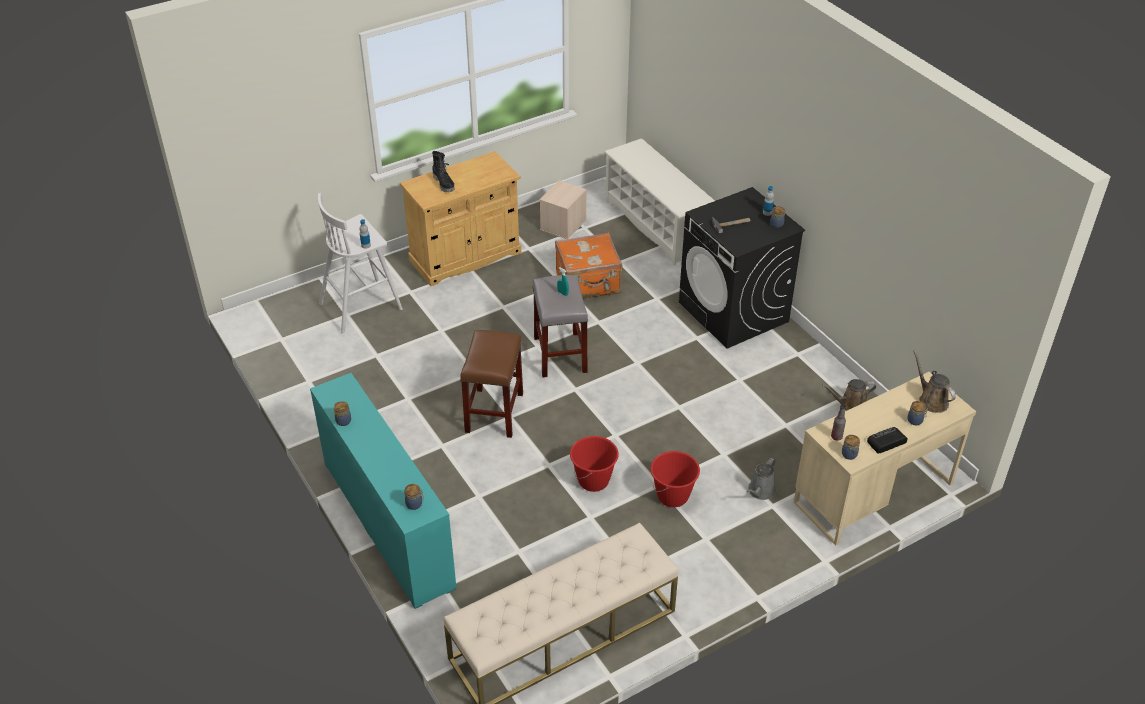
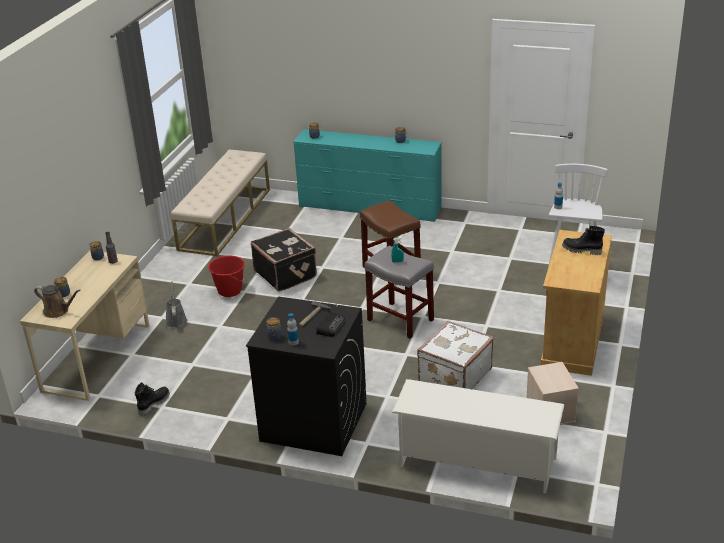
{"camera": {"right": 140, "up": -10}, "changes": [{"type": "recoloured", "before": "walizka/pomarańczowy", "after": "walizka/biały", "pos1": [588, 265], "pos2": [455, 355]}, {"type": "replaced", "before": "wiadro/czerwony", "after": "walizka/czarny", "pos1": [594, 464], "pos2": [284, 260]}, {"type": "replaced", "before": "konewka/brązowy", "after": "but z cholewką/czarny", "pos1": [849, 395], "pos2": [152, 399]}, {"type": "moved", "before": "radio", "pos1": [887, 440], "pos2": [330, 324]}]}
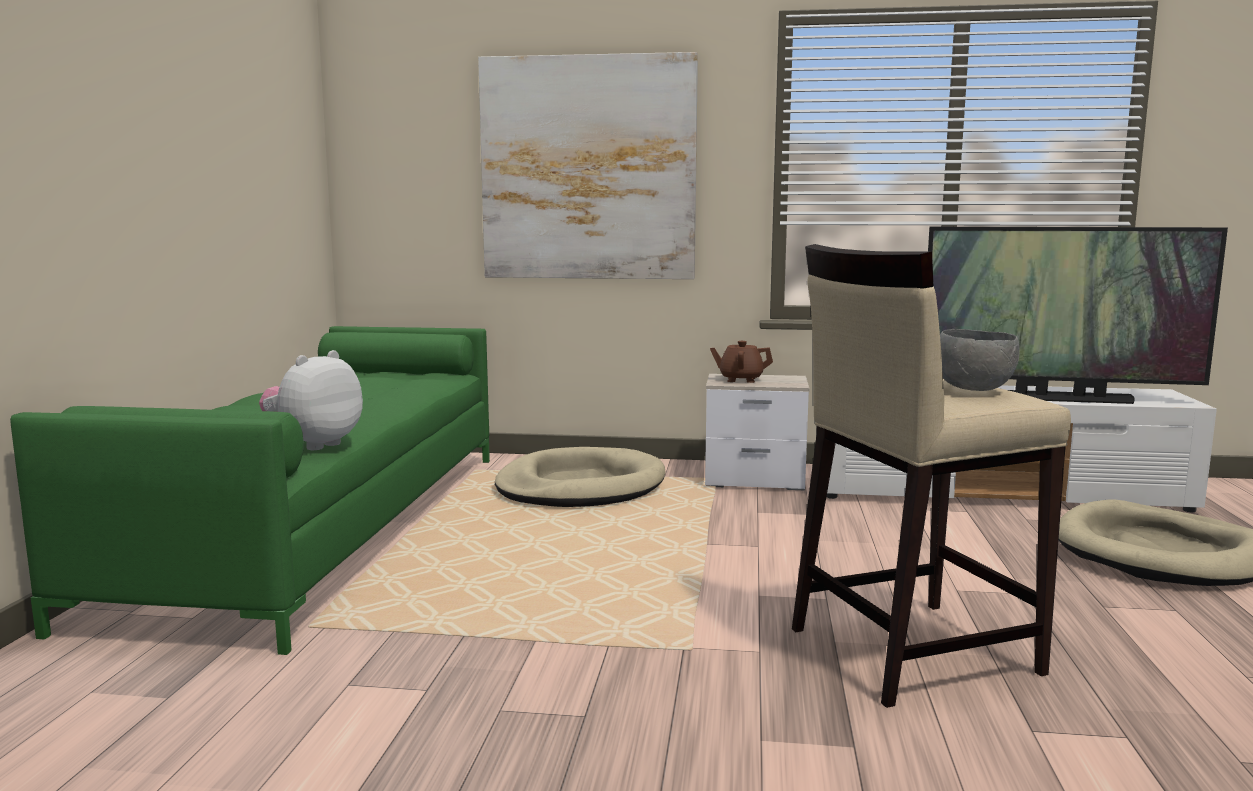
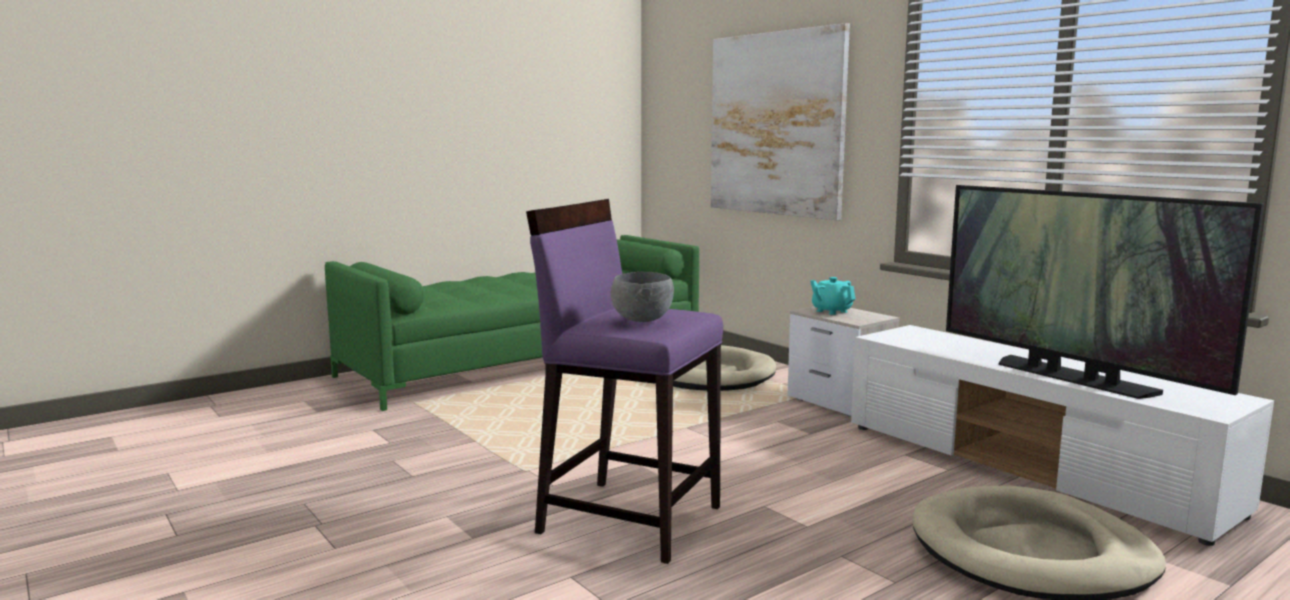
{"camera": {"right": 45, "up": 0}, "changes": [{"type": "removed", "before": "pluszak", "pos1": [311, 400]}, {"type": "recoloured", "before": "imbryk/brązowy", "after": "imbryk/turkusowy", "pos1": [741, 362], "pos2": [832, 296]}, {"type": "recoloured", "before": "stołek/beżowy", "after": "stołek/fioletowy", "pos1": [931, 476], "pos2": [624, 381]}]}
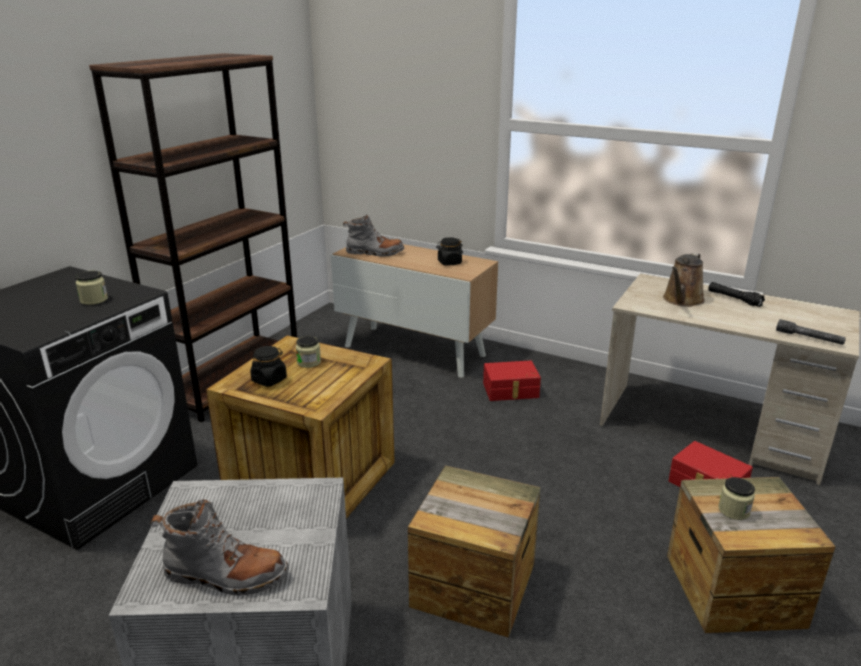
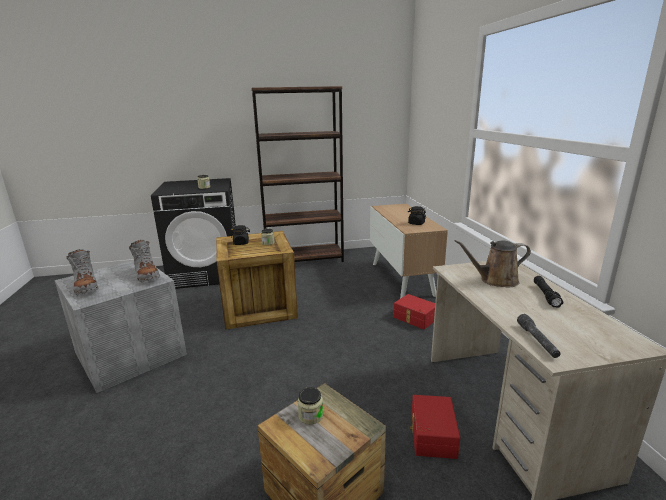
{"camera": {"right": 50, "up": -5}, "changes": [{"type": "moved", "before": "but z cholewką/szary", "pos1": [373, 235], "pos2": [144, 261]}, {"type": "removed", "before": "skrzynka", "pos1": [474, 551]}]}
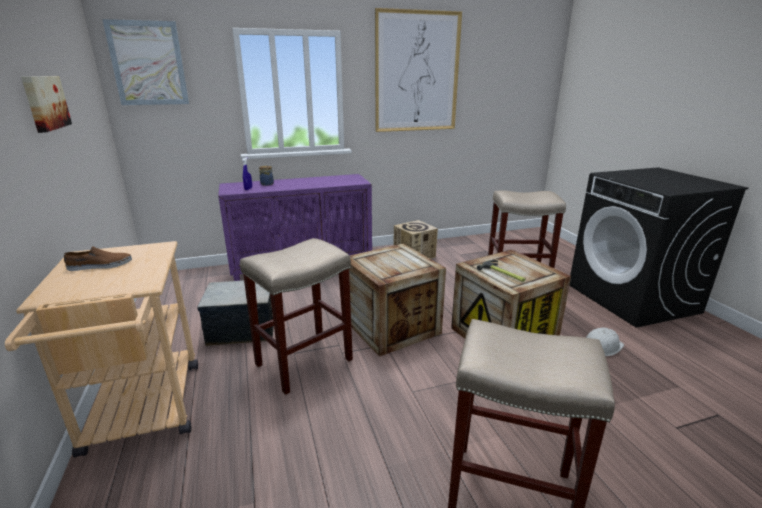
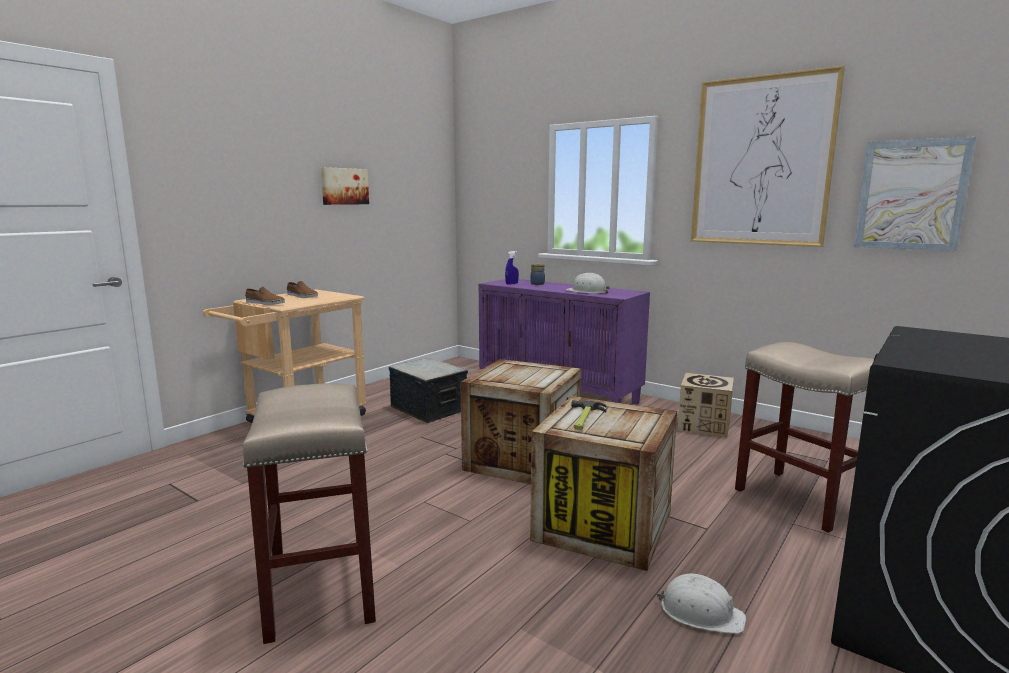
{"camera": {"right": 55, "up": -10}, "changes": [{"type": "moved", "before": "obraz", "pos1": [145, 62], "pos2": [915, 194]}, {"type": "removed", "before": "stołek/beżowy", "pos1": [296, 316]}, {"type": "added", "after": "but/brązowy", "pos2": [265, 296]}, {"type": "added", "after": "kask/biały", "pos2": [588, 283]}]}
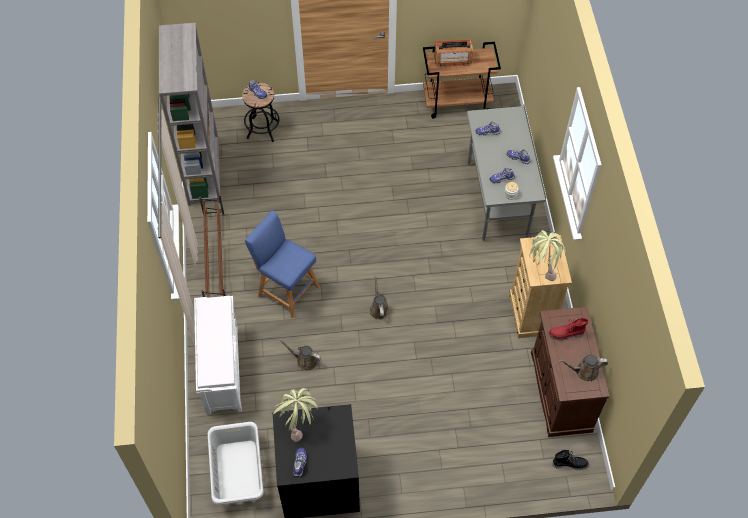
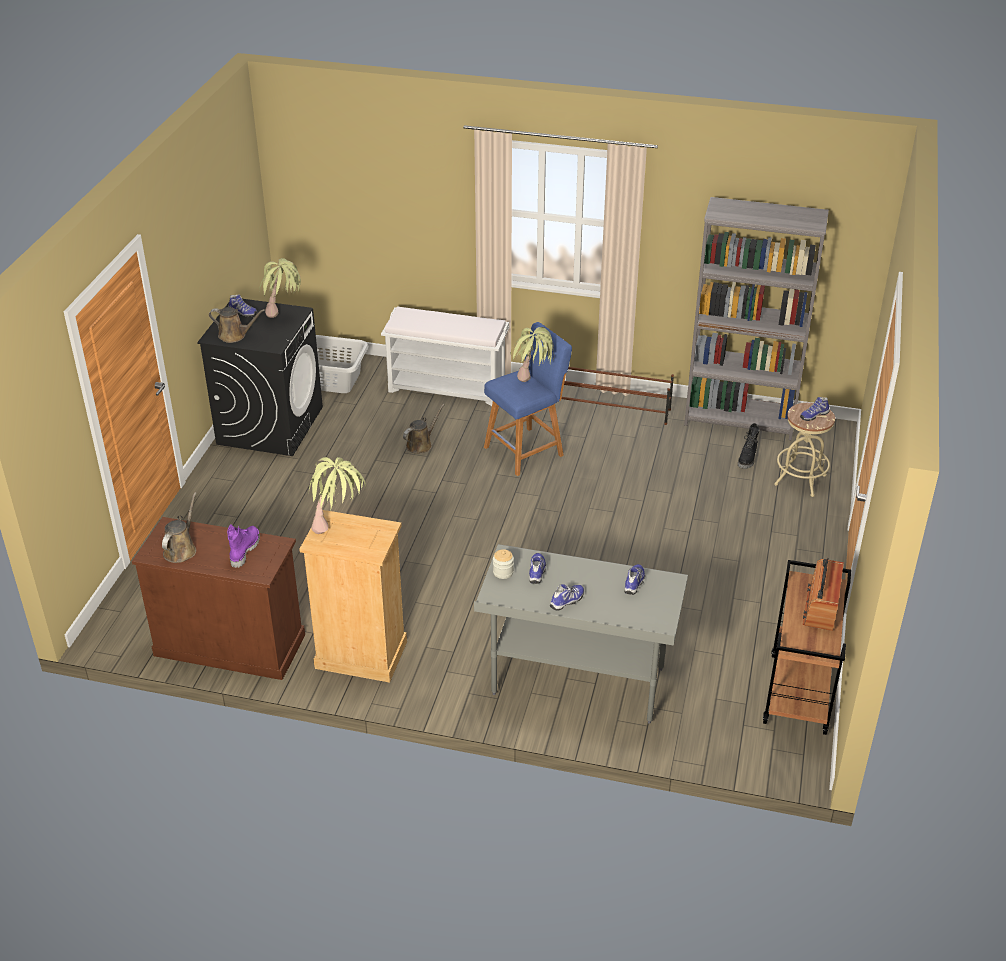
{"camera": {"right": 110, "up": -20}, "changes": [{"type": "recoloured", "before": "stołek/czarny", "after": "stołek/beżowy", "pos1": [260, 112], "pos2": [804, 450]}, {"type": "moved", "before": "konewka/brązowy", "pos1": [379, 296], "pos2": [237, 325]}, {"type": "recoloured", "before": "but z cholewką/czerwony", "after": "but z cholewką/fioletowy", "pos1": [568, 329], "pos2": [243, 546]}, {"type": "moved", "before": "but z cholewką/czarny", "pos1": [570, 460], "pos2": [749, 446]}, {"type": "added", "after": "roślina doniczkowa", "pos2": [533, 354]}]}
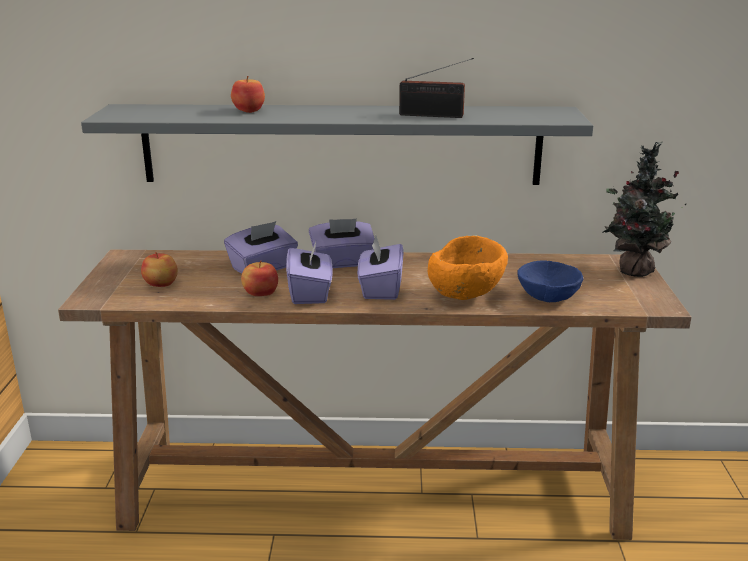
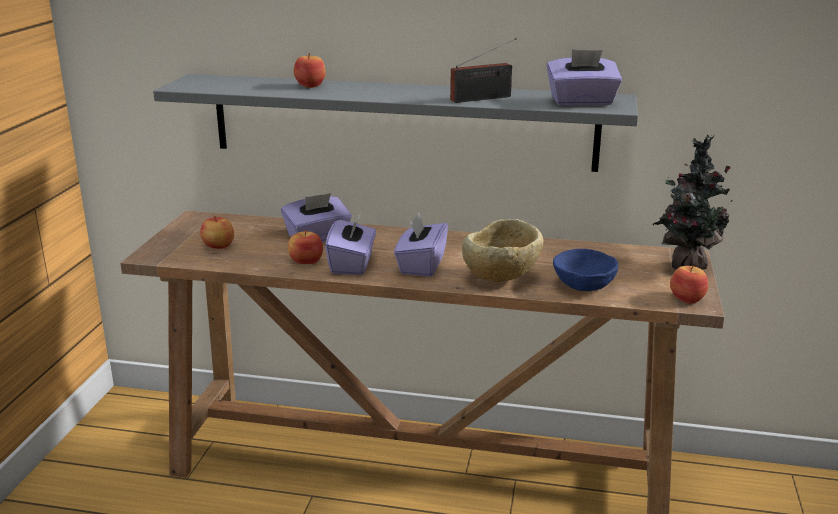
{"camera": {"right": 10, "up": 0}, "changes": [{"type": "moved", "before": "pudełko chusteczek/fioletowy", "pos1": [342, 243], "pos2": [584, 77]}, {"type": "turned", "before": "radio", "pos1": [436, 88], "pos2": [483, 70], "turn": -45}, {"type": "recoloured", "before": "miska/pomarańczowy", "after": "miska/beżowy", "pos1": [468, 267], "pos2": [503, 250]}, {"type": "added", "after": "jabłko", "pos2": [689, 285]}]}
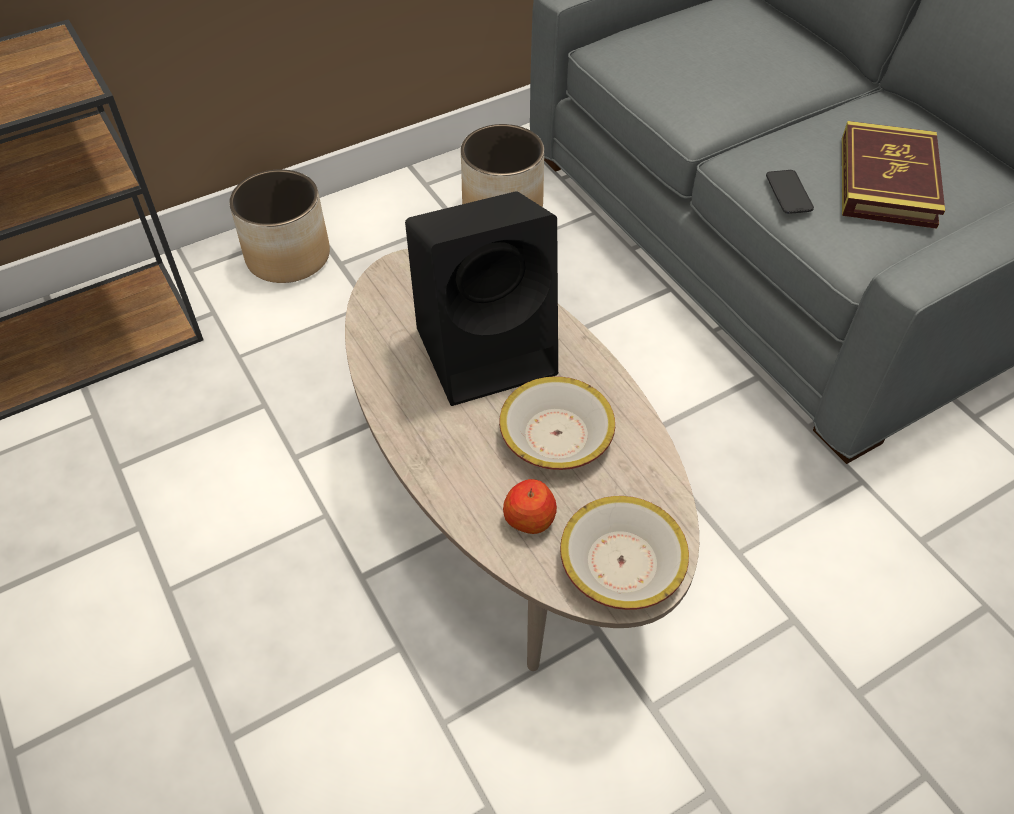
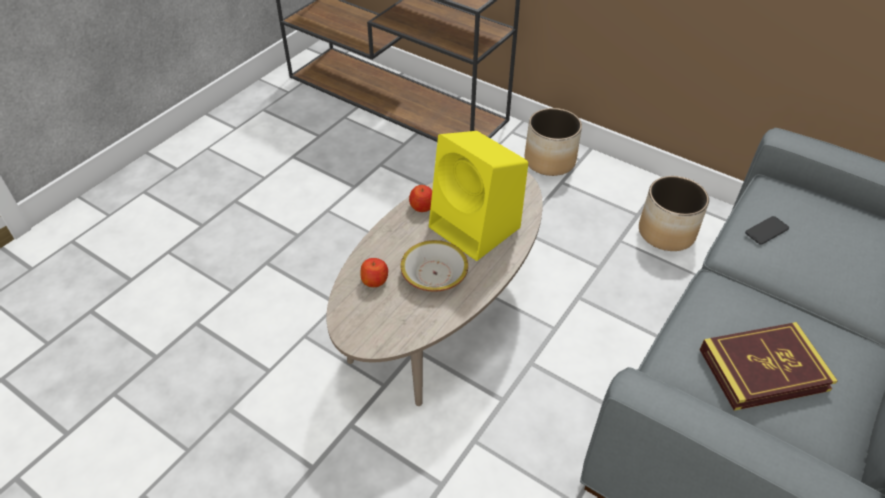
{"camera": {"right": 65, "up": -5}, "changes": [{"type": "recoloured", "before": "głośnik/czarny", "after": "głośnik/żółty", "pos1": [481, 298], "pos2": [478, 196]}, {"type": "removed", "before": "miska", "pos1": [624, 553]}, {"type": "moved", "before": "telefon", "pos1": [790, 192], "pos2": [767, 230]}, {"type": "added", "after": "jabłko", "pos2": [420, 198]}]}
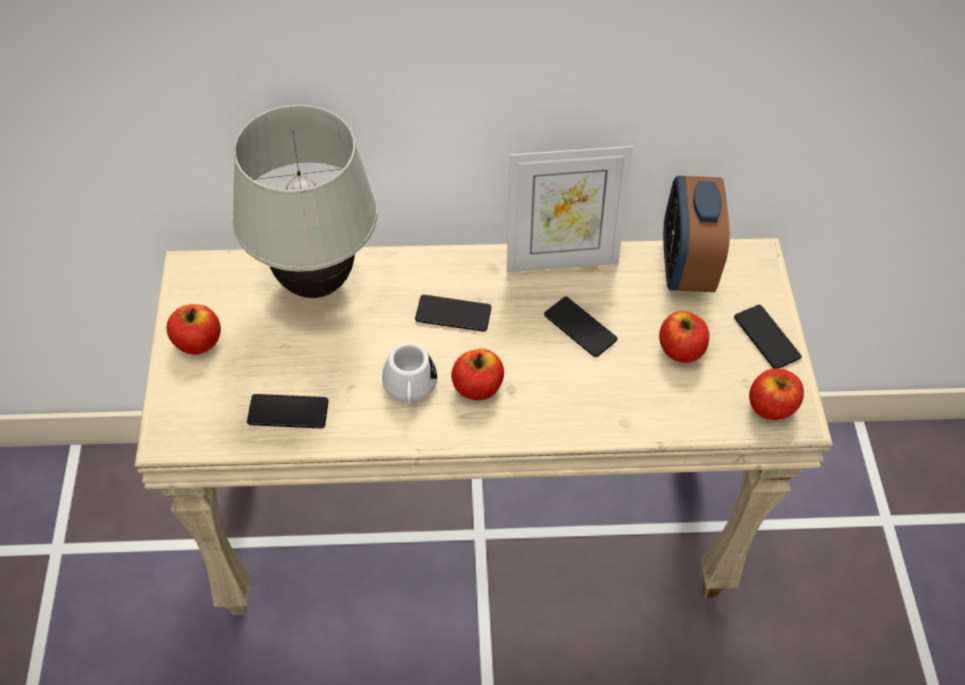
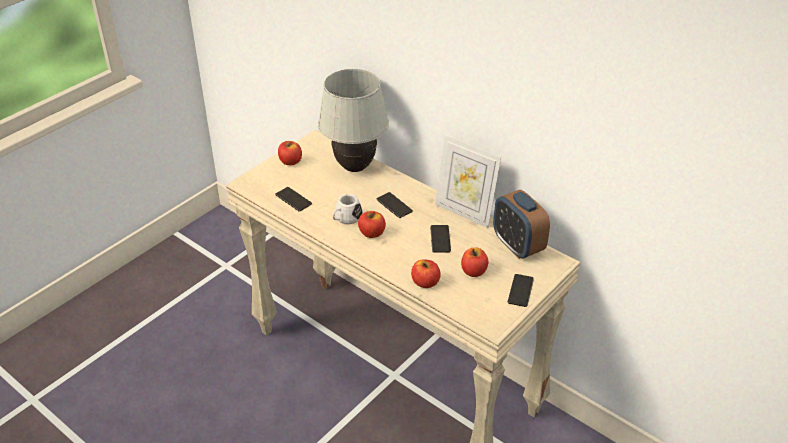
{"camera": {"right": 45, "up": -15}, "changes": [{"type": "turned", "before": "budzik", "pos1": [696, 234], "pos2": [521, 224], "turn": -75}, {"type": "moved", "before": "jabłko", "pos1": [776, 394], "pos2": [426, 273]}]}
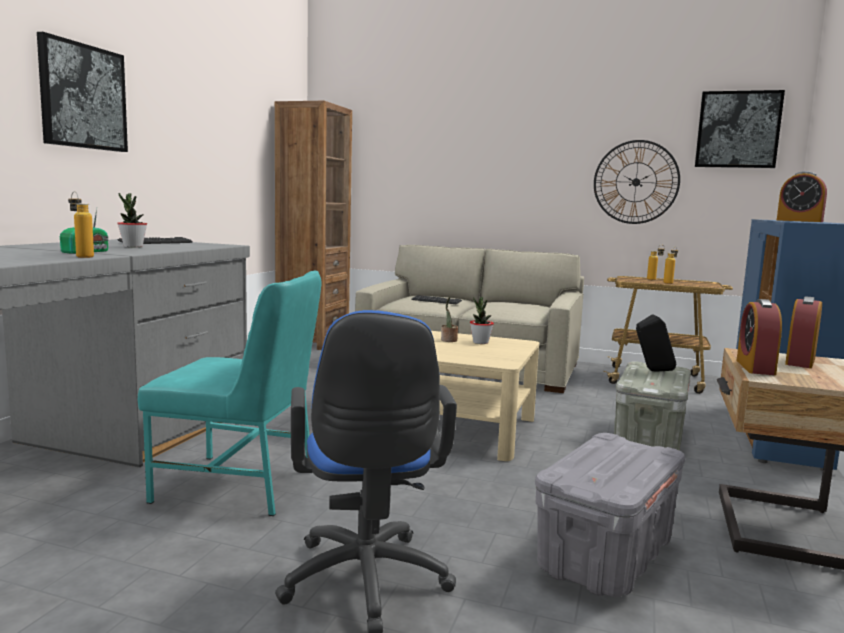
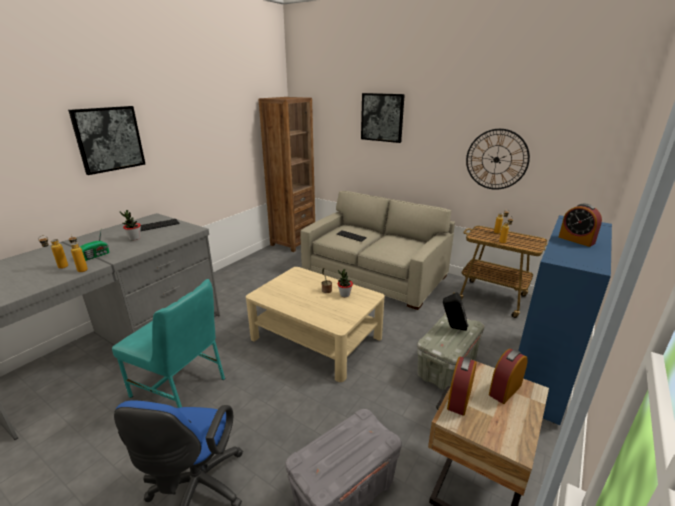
{"camera": {"right": 15, "up": 15}, "changes": [{"type": "moved", "before": "obraz", "pos1": [740, 129], "pos2": [383, 118]}, {"type": "added", "after": "butelka", "pos2": [53, 252]}]}
